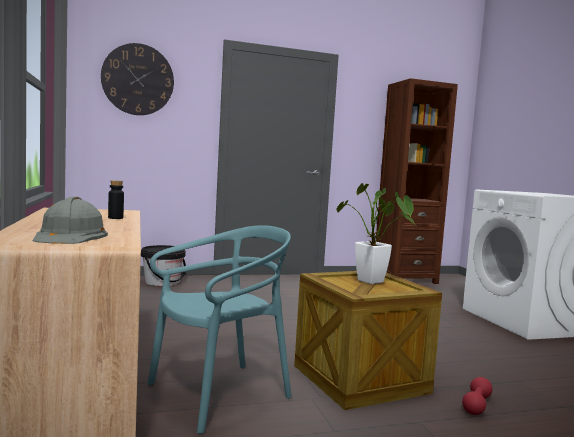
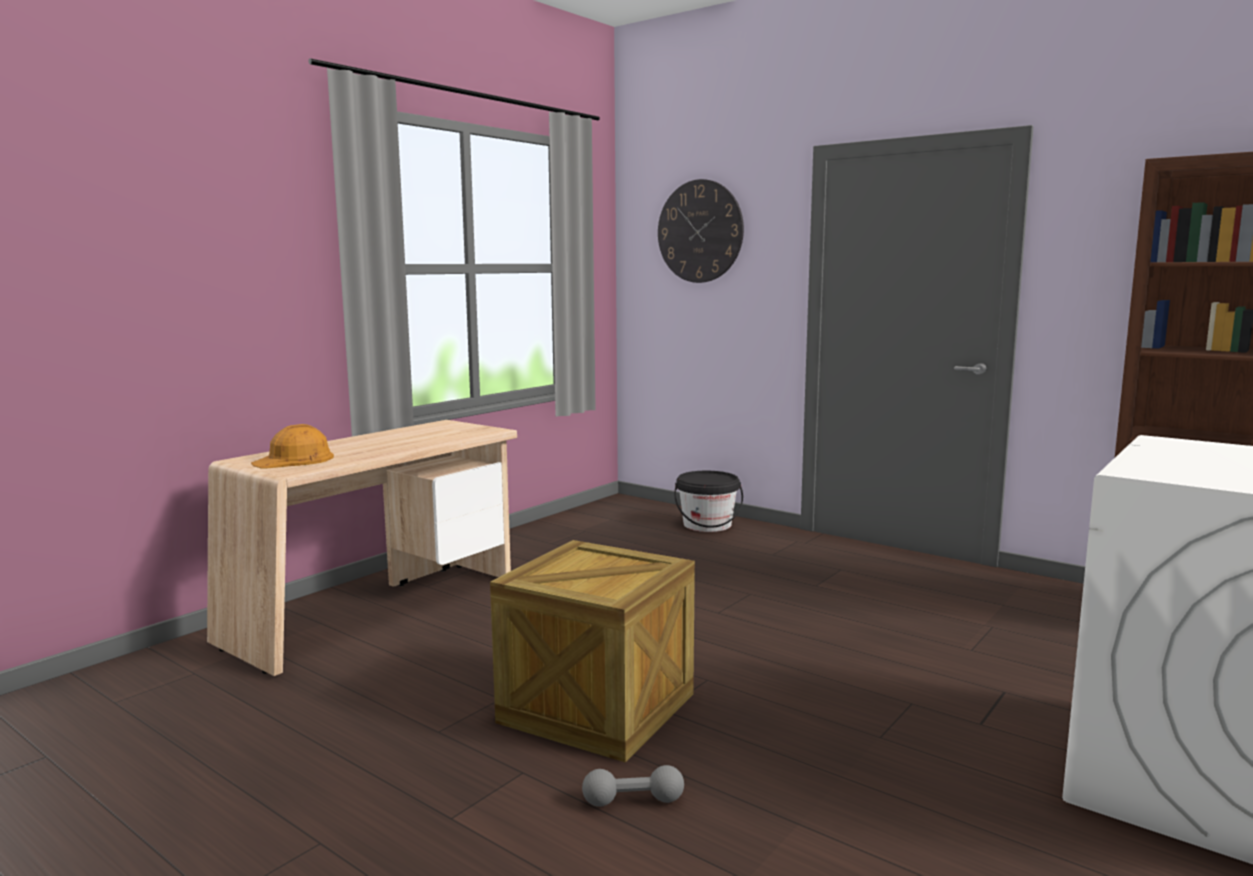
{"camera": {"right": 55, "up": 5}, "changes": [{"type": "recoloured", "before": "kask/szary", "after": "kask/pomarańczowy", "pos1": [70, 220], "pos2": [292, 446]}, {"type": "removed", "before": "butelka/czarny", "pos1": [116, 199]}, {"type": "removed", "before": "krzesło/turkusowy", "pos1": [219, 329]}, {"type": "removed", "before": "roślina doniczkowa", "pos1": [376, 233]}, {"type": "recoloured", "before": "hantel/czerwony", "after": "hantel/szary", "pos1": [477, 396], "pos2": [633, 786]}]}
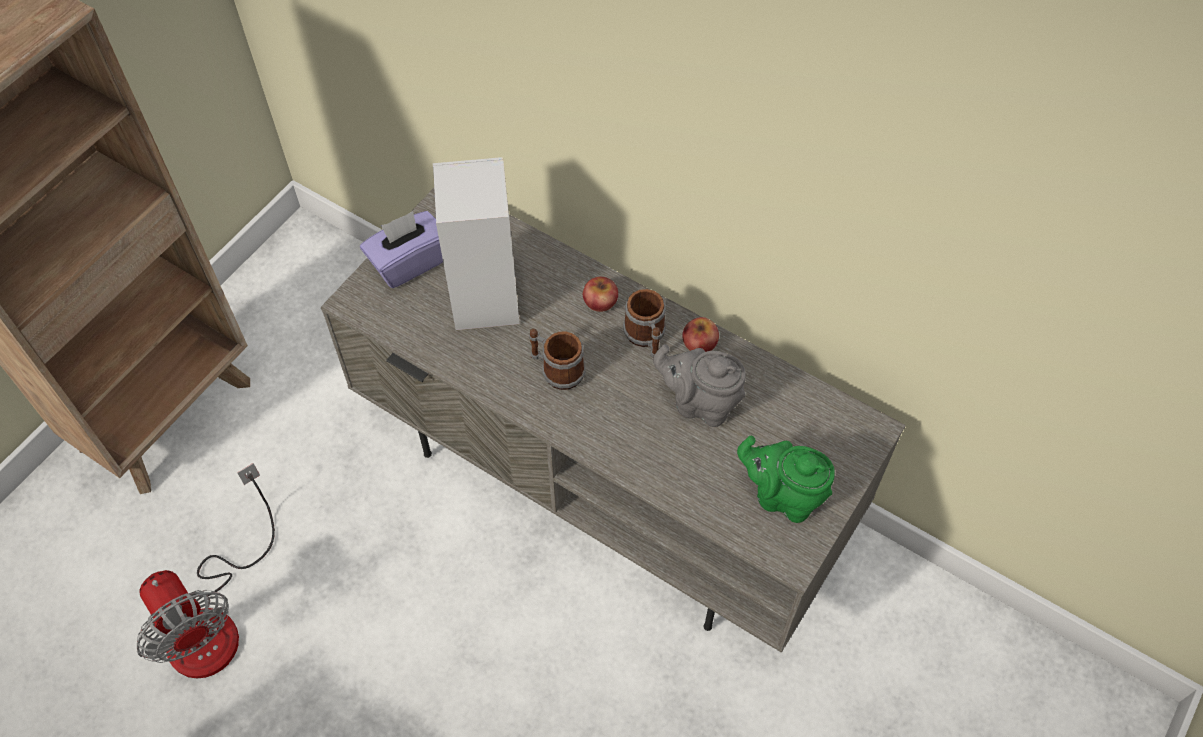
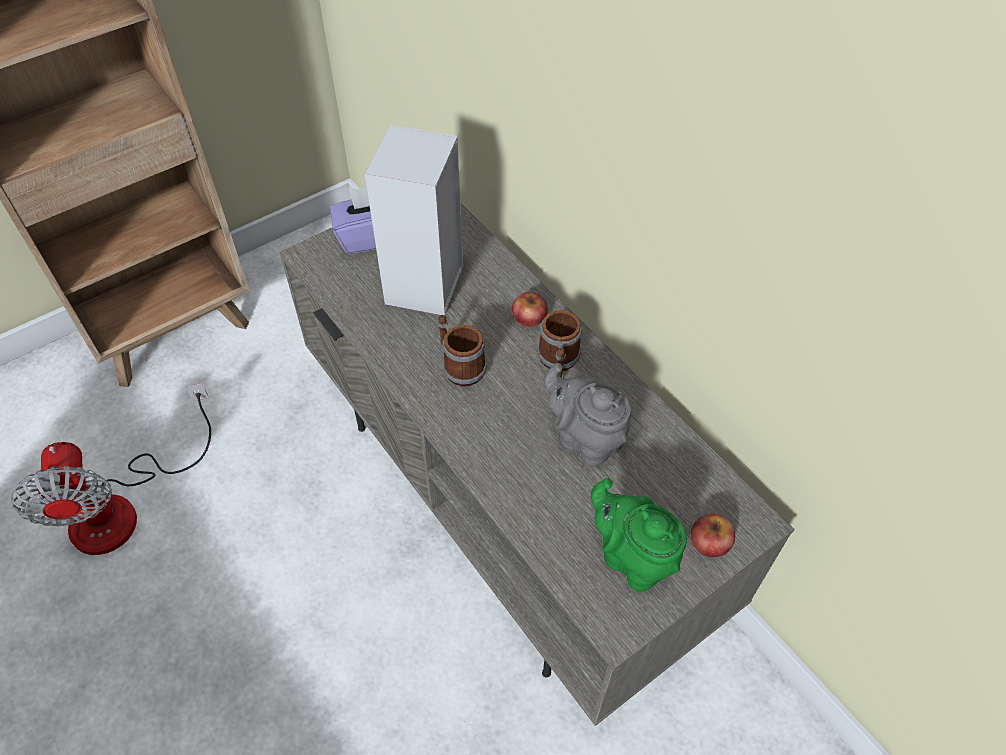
{"camera": {"right": 20, "up": -5}, "changes": [{"type": "moved", "before": "jabłko", "pos1": [700, 334], "pos2": [713, 535]}]}
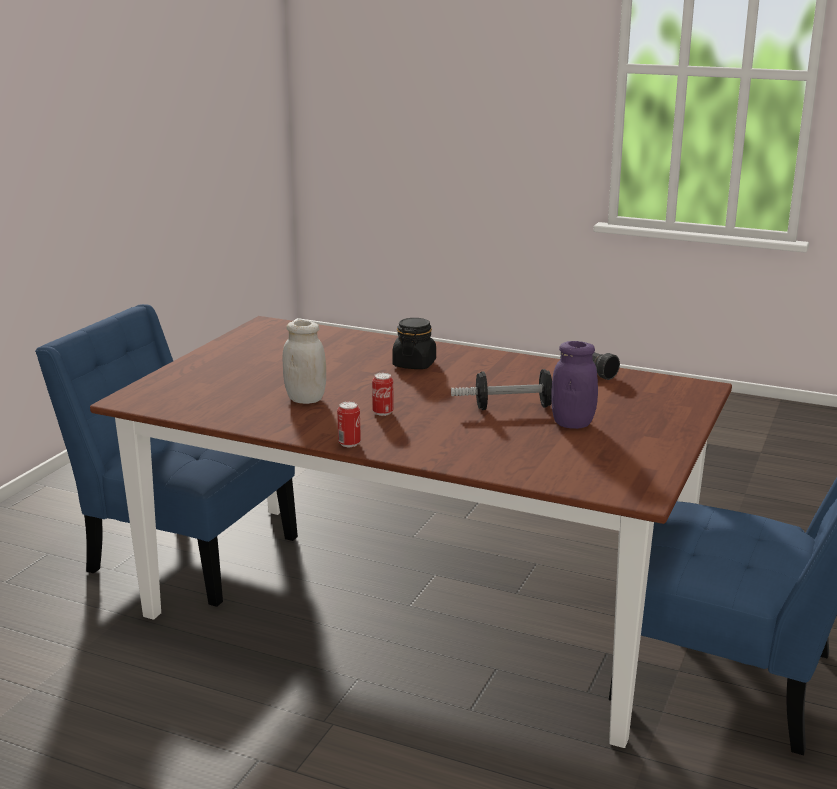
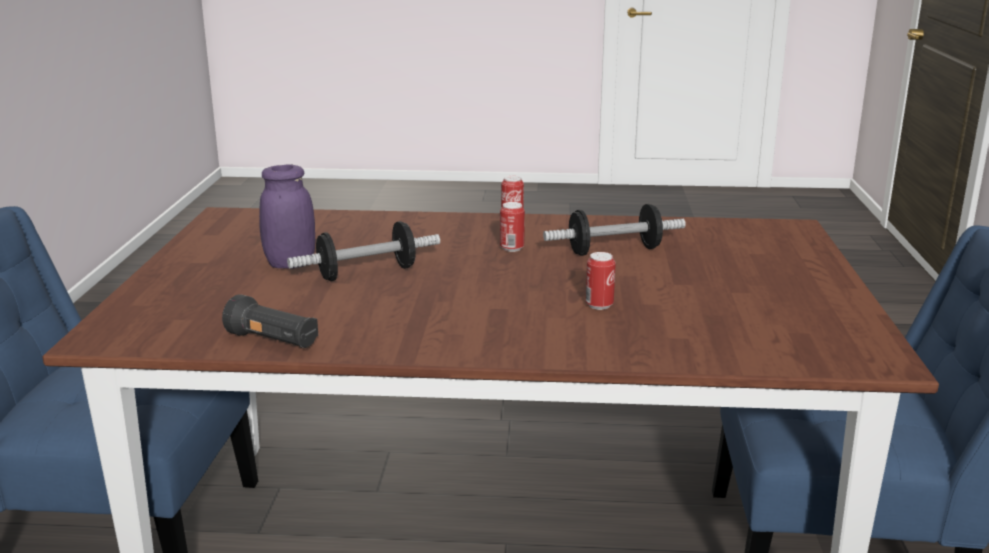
{"camera": {"right": 160, "up": 0}, "changes": [{"type": "replaced", "before": "słoik/biały", "after": "hantel", "pos1": [304, 362], "pos2": [614, 230]}, {"type": "removed", "before": "słoik/czarny", "pos1": [414, 343]}, {"type": "added", "after": "puszka", "pos2": [601, 281]}]}
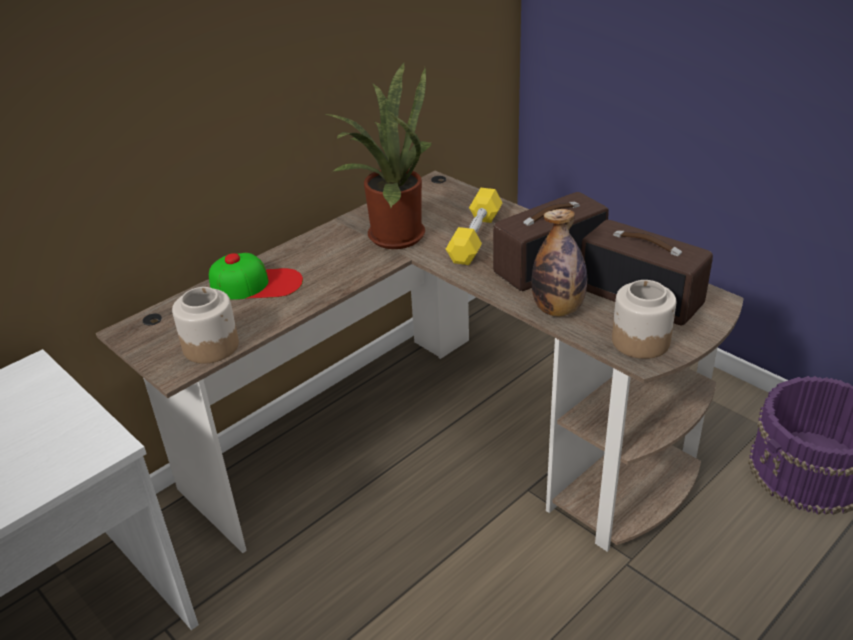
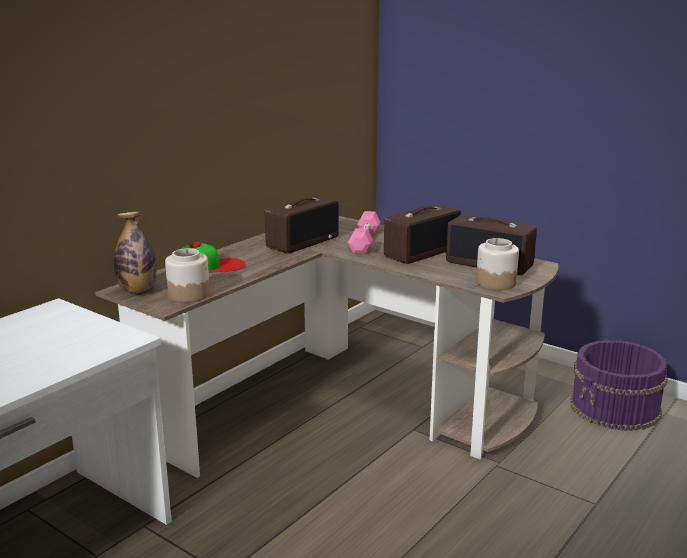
{"camera": {"right": -10, "up": -15}, "changes": [{"type": "replaced", "before": "roślina doniczkowa", "after": "radio", "pos1": [378, 155], "pos2": [302, 224]}, {"type": "recoloured", "before": "hantel/żółty", "after": "hantel/różowy", "pos1": [474, 226], "pos2": [364, 232]}, {"type": "moved", "before": "butelka", "pos1": [559, 263], "pos2": [135, 252]}]}
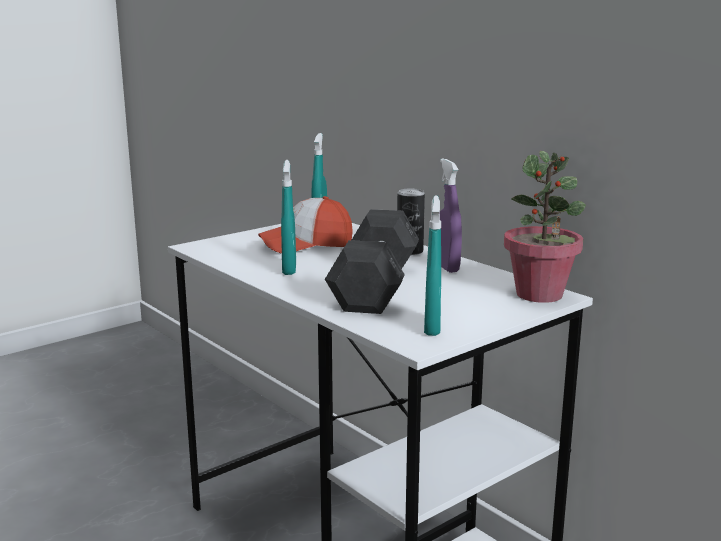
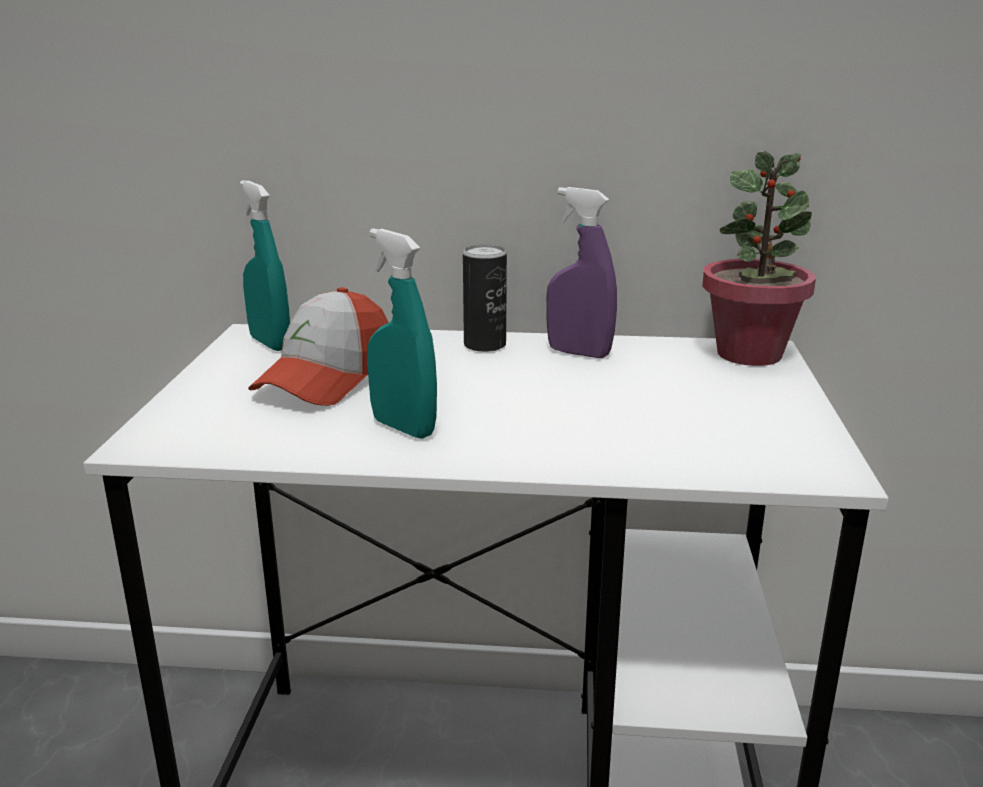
{"camera": {"right": -45, "up": 5}, "changes": [{"type": "removed", "before": "hantel/szary", "pos1": [372, 261]}, {"type": "removed", "before": "spryskiwacz/turkusowy", "pos1": [432, 266]}]}
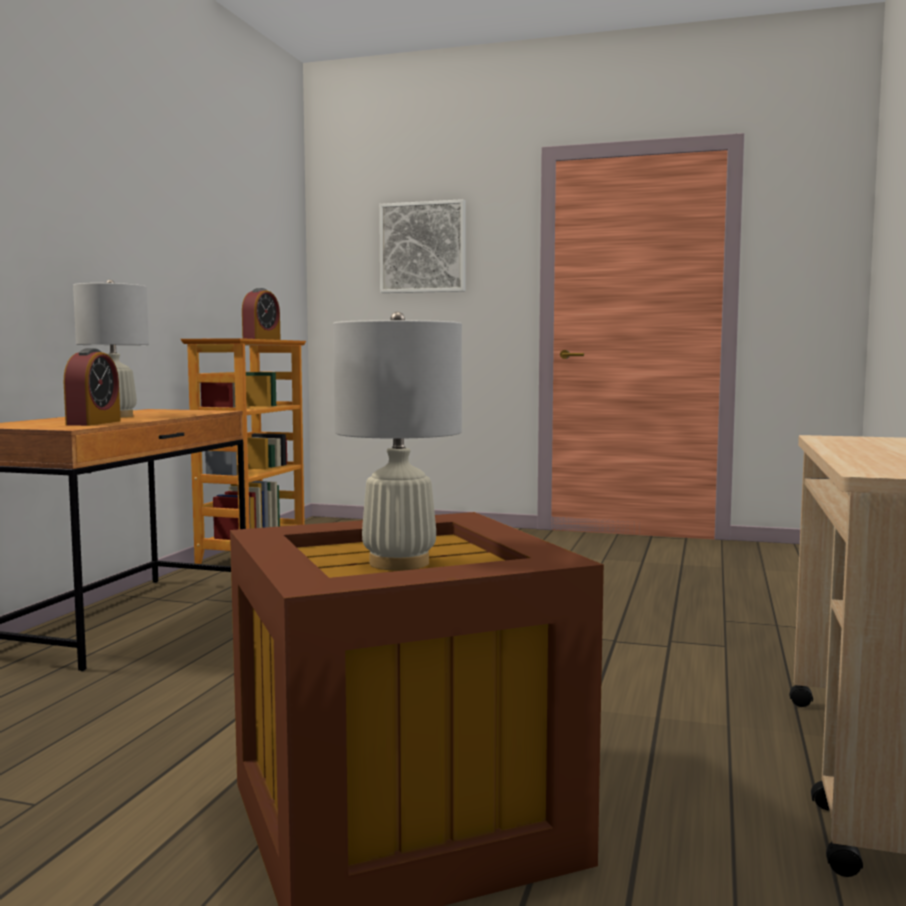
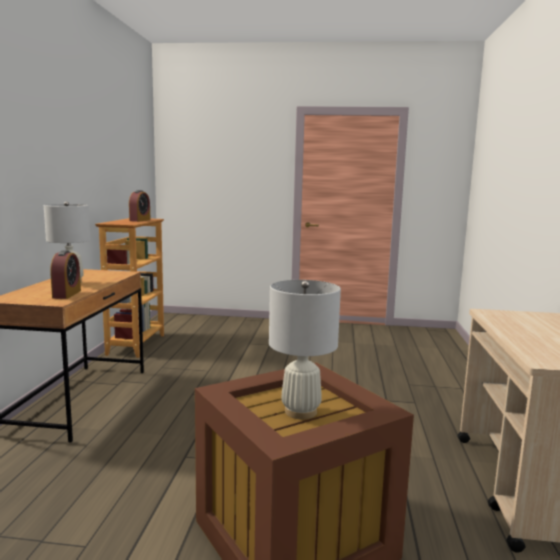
{"camera": {"right": -10, "up": 5}, "changes": [{"type": "removed", "before": "obraz", "pos1": [422, 246]}]}
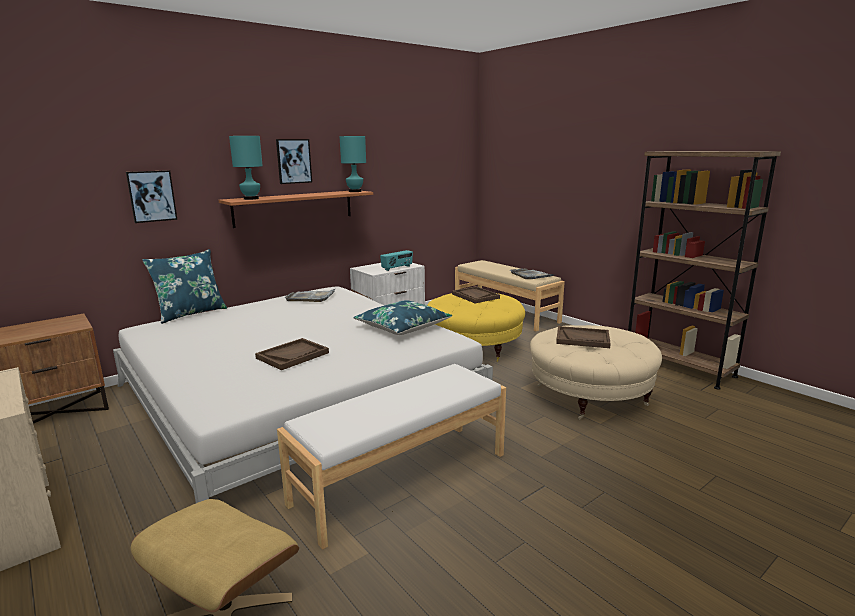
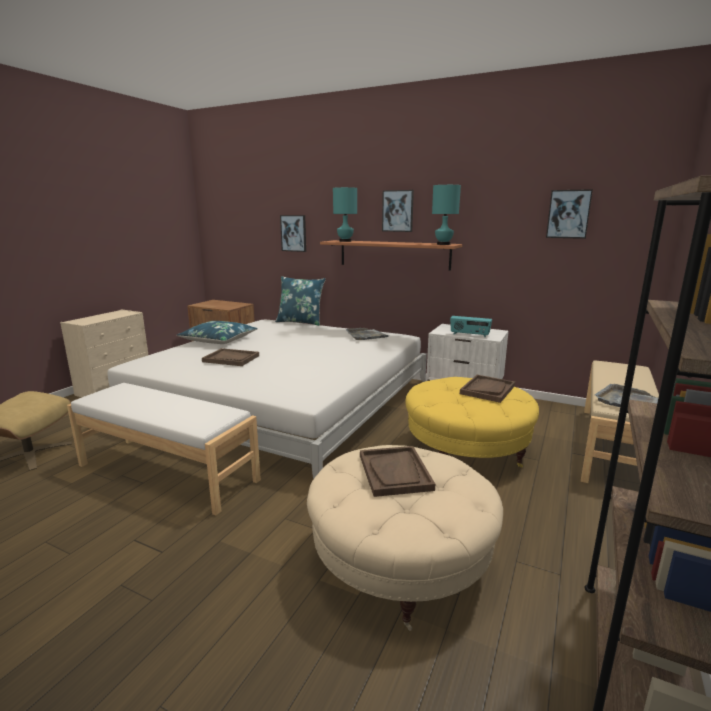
{"camera": {"right": 65, "up": 0}, "changes": [{"type": "moved", "before": "poduszka/niebieski", "pos1": [402, 317], "pos2": [217, 332]}, {"type": "added", "after": "obraz", "pos2": [569, 214]}]}
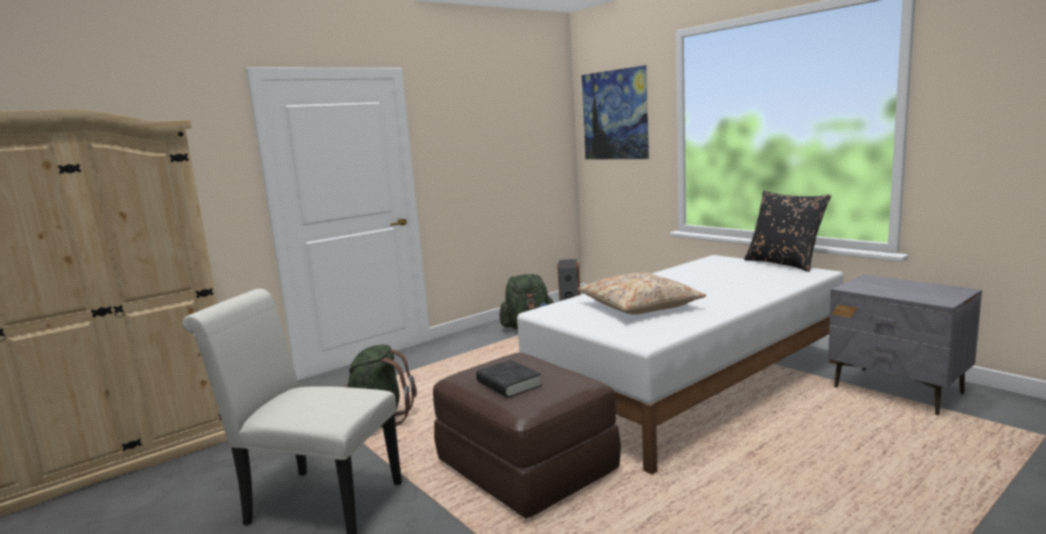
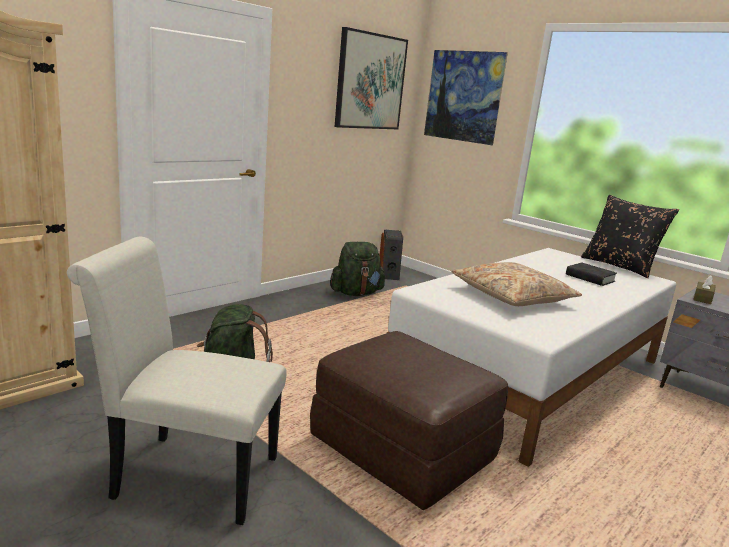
{"camera": {"right": -10, "up": 5}, "changes": [{"type": "moved", "before": "książka/czarny", "pos1": [509, 379], "pos2": [591, 274]}, {"type": "added", "after": "obraz", "pos2": [371, 78]}, {"type": "added", "after": "pudełko chusteczek/brązowy", "pos2": [704, 289]}]}
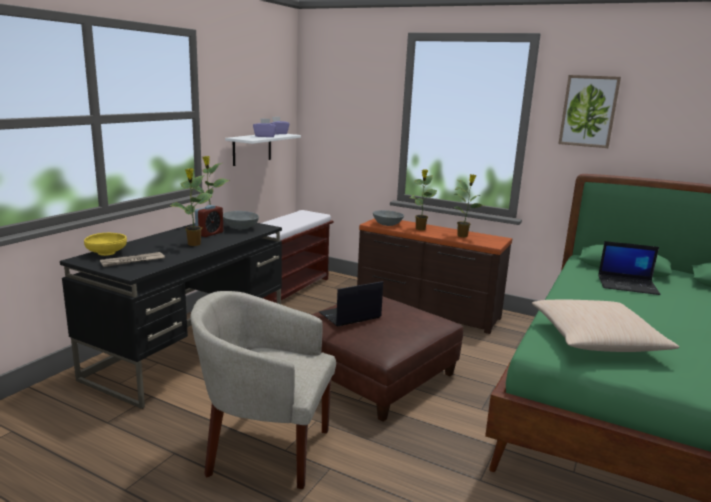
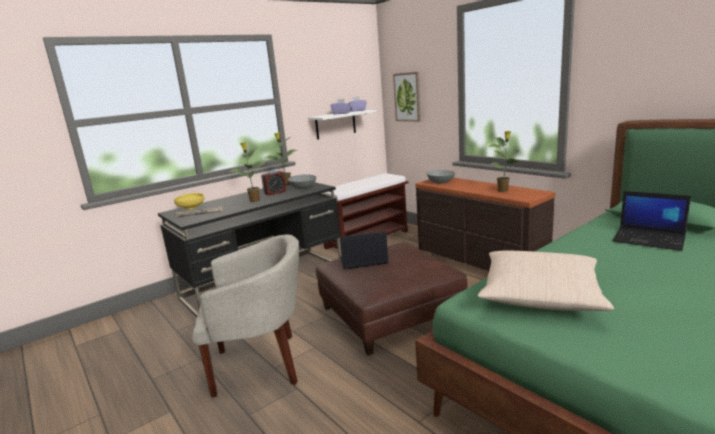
{"camera": {"right": 25, "up": 0}, "changes": [{"type": "turned", "before": "fotel/beżowy", "pos1": [263, 390], "pos2": [245, 316], "turn": 135}, {"type": "removed", "before": "roślina doniczkowa", "pos1": [423, 199]}, {"type": "moved", "before": "obraz", "pos1": [589, 111], "pos2": [407, 97]}]}
